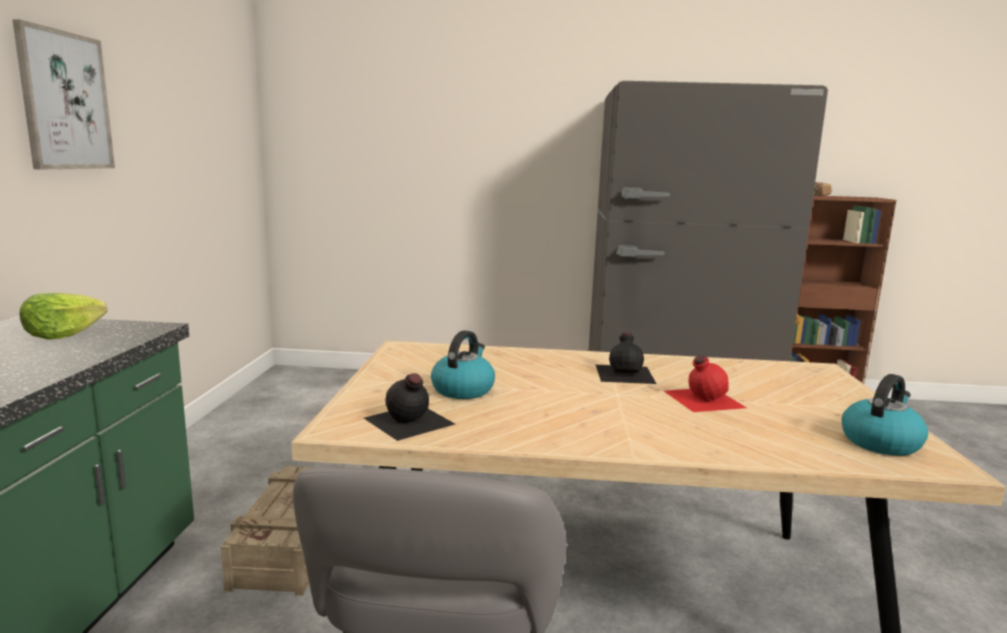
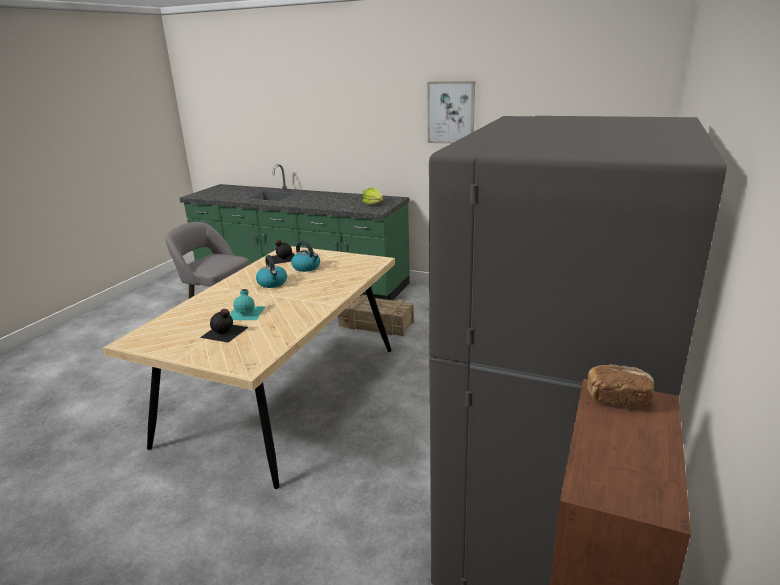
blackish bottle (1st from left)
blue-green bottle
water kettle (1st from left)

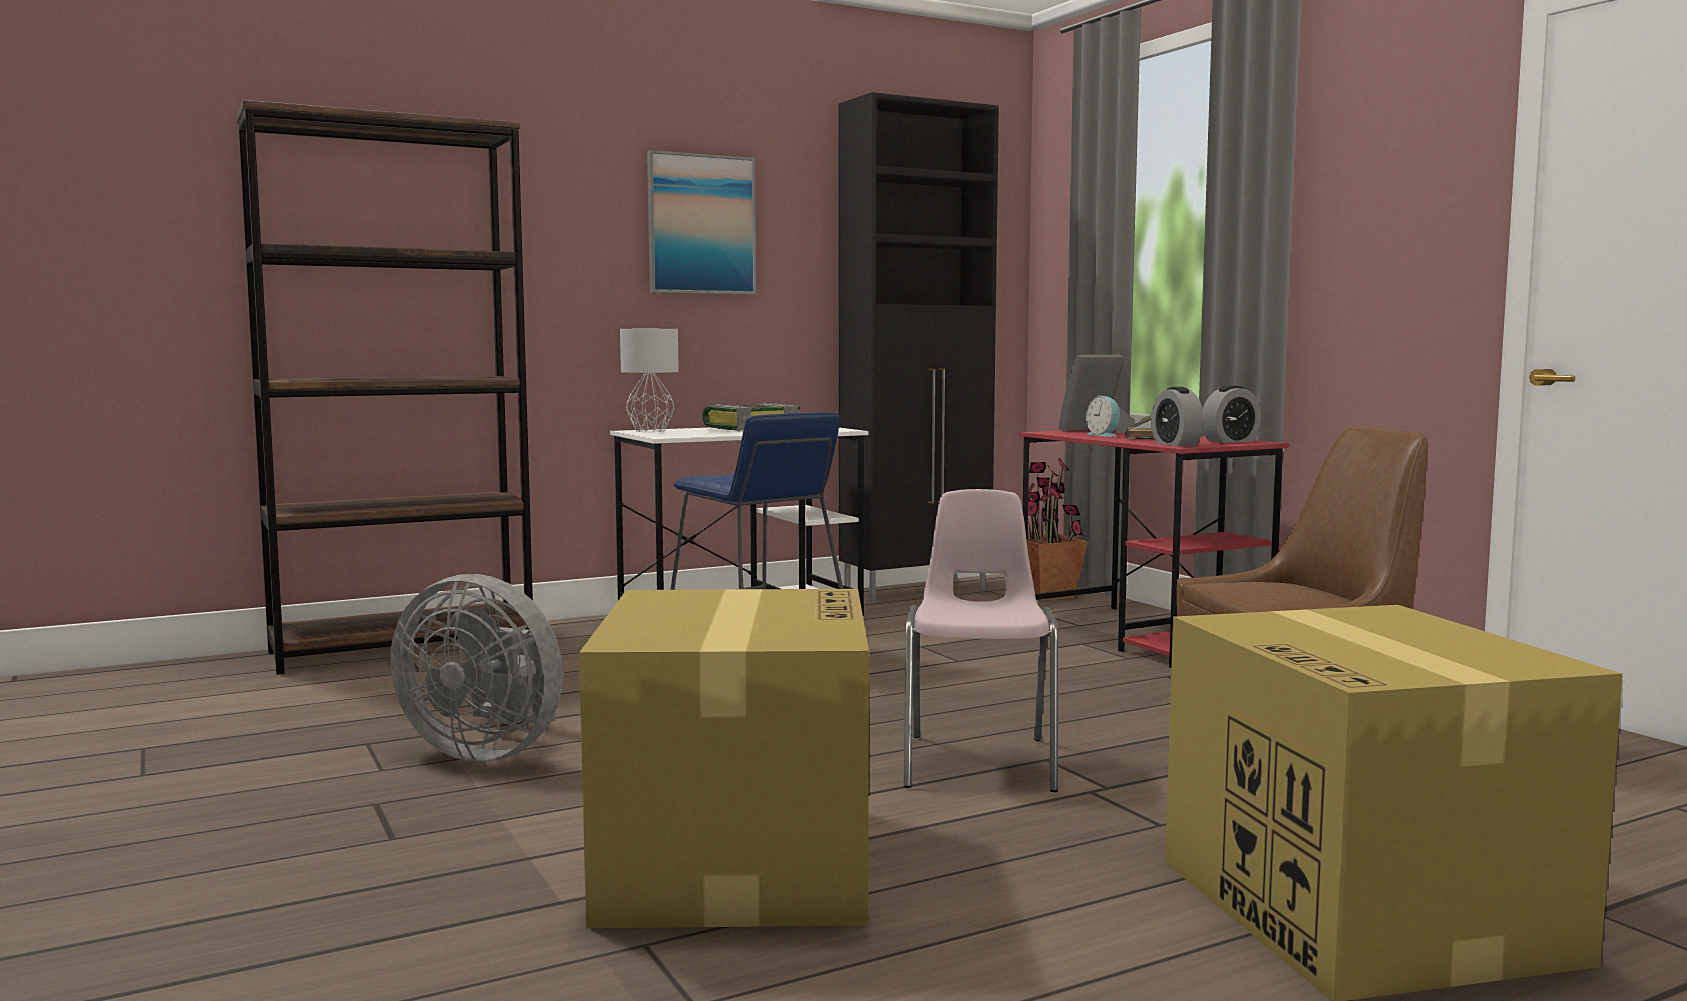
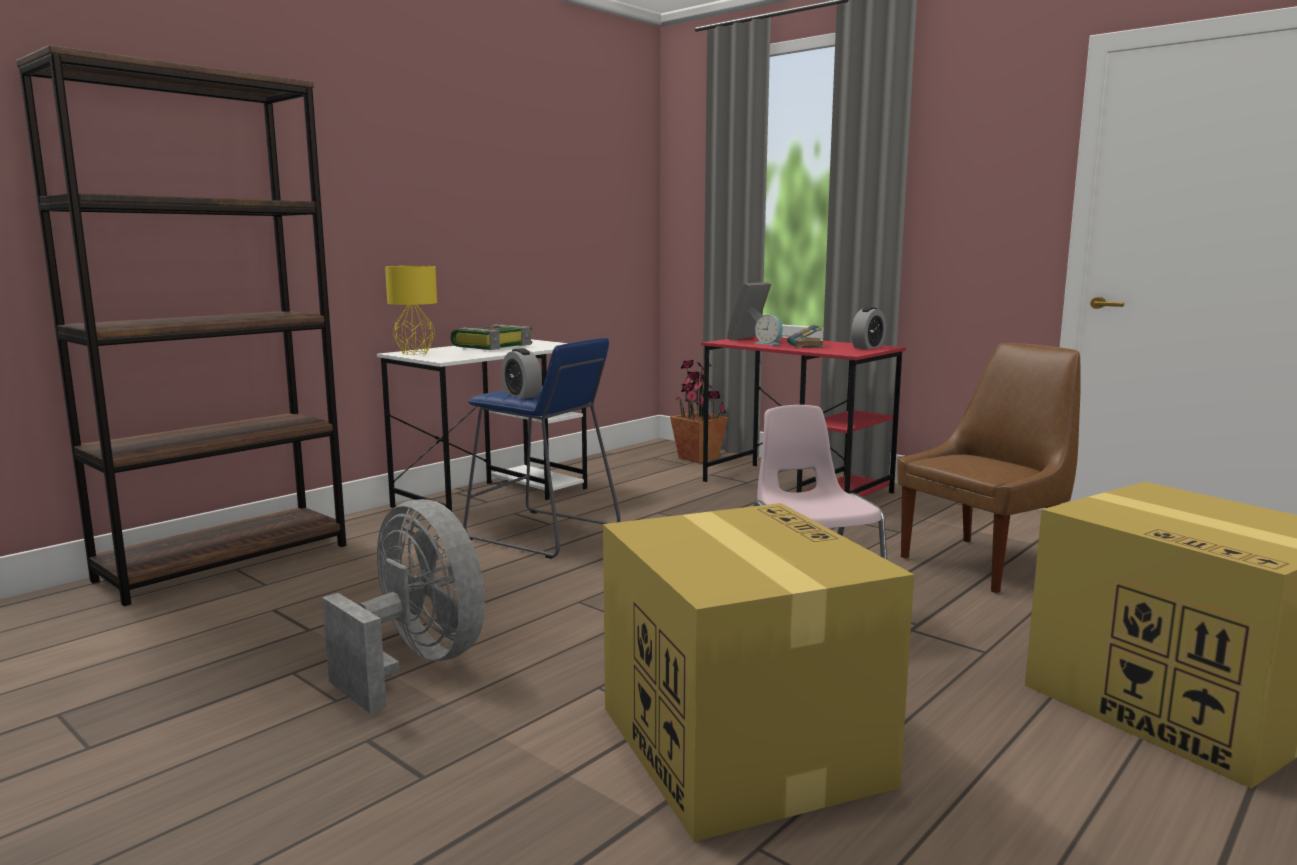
greyish cooling fan
yellow tabletop lamp
picture
blackish cupboard
table clock (1st from left)

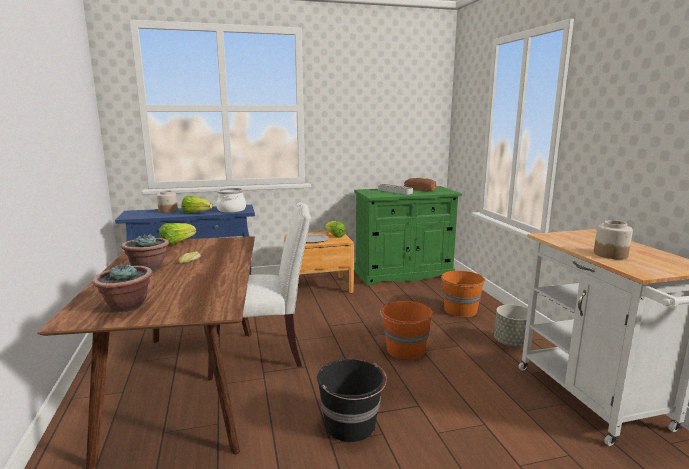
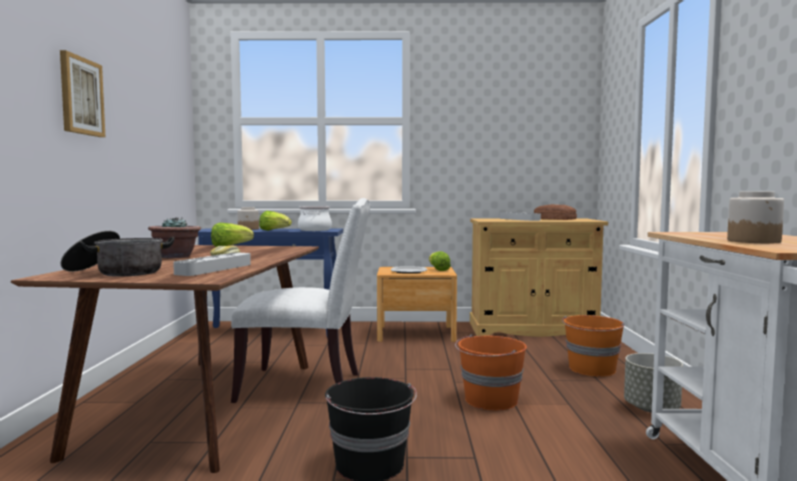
cooking pot (1st from left)
sand-coloured cupboard
picture
greyish carrying tray (1st from left)

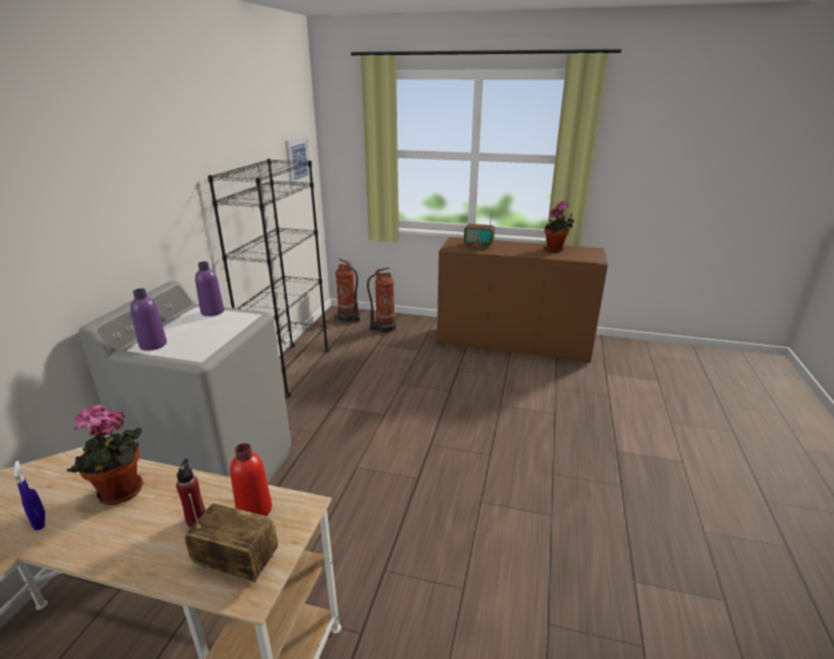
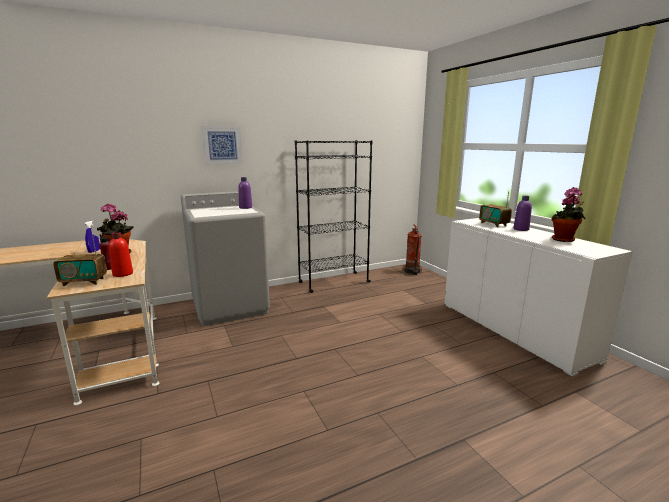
purplish bottle (2nd from left)
radio set (1st from left)
picture
fire-fighting cylinder (2nd from left in the first image)
whitish cupboard

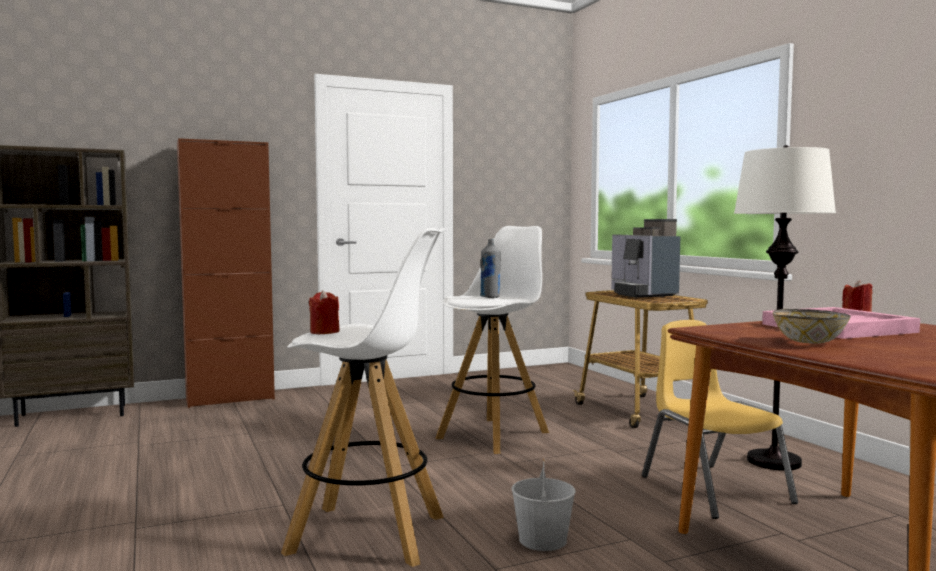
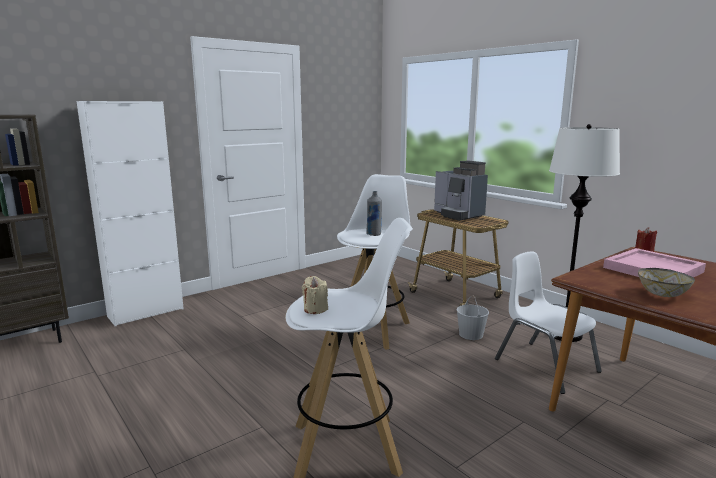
whitish cupboard
sand-coloured wax light
whitish water bucket
whitish upright chair

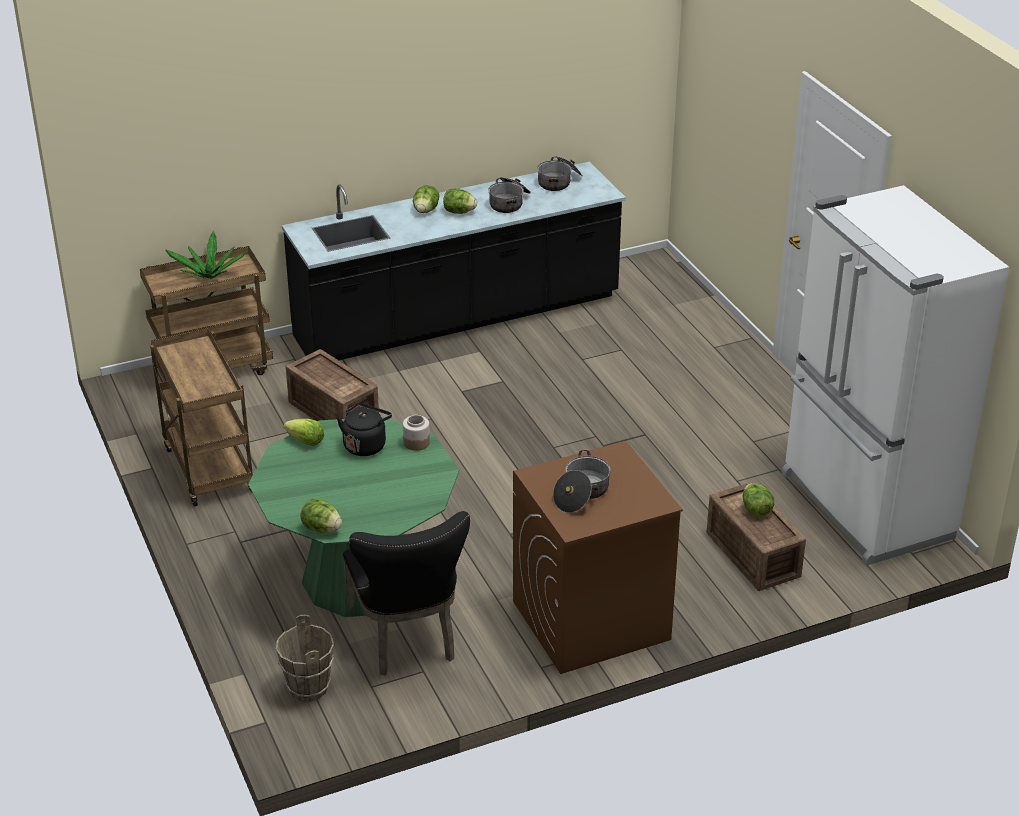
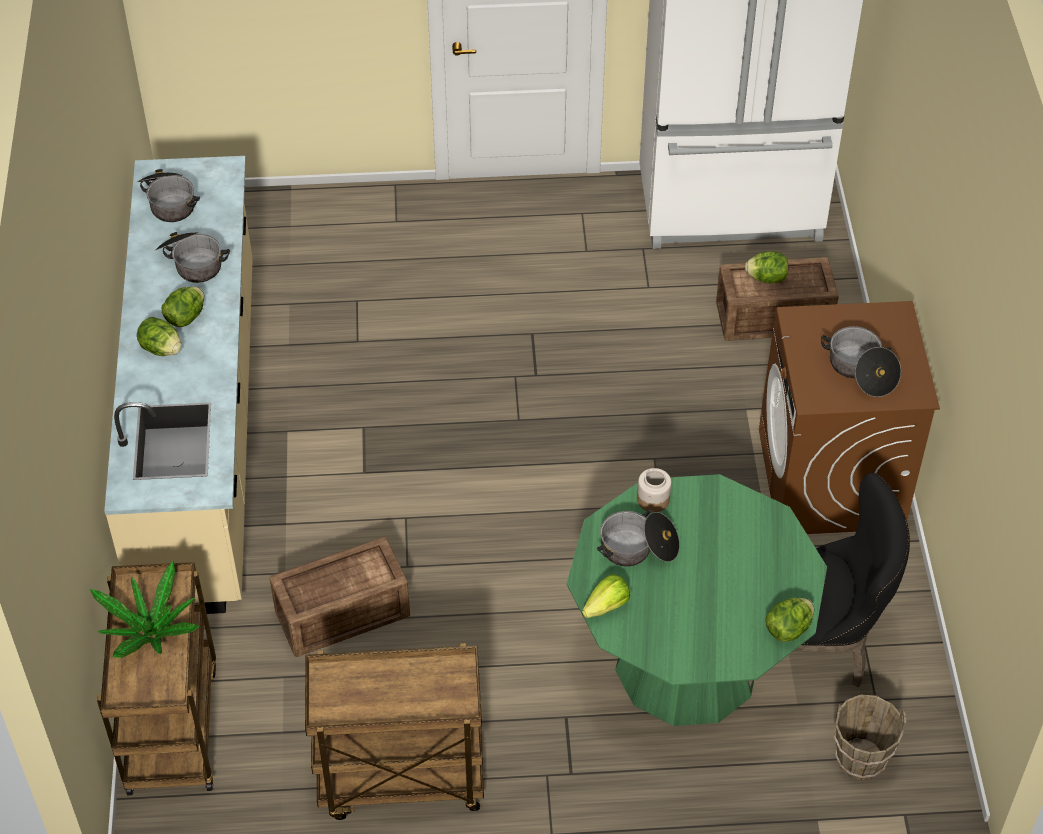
sand-coloured kitchen base unit
cooking pot (3rd from left)

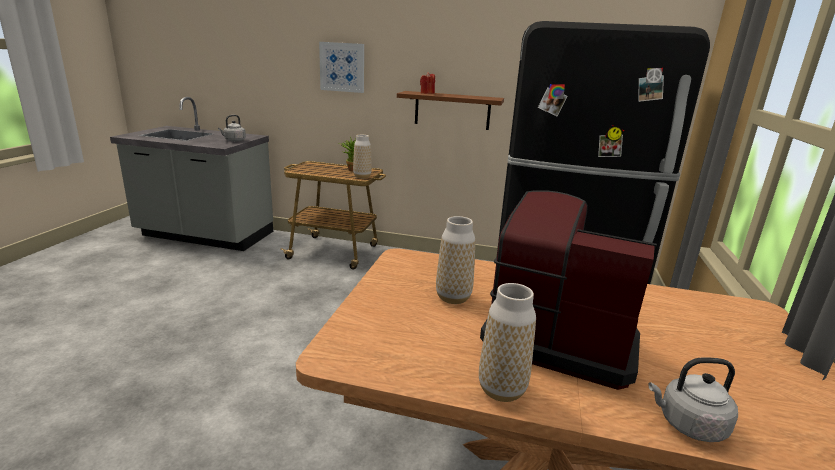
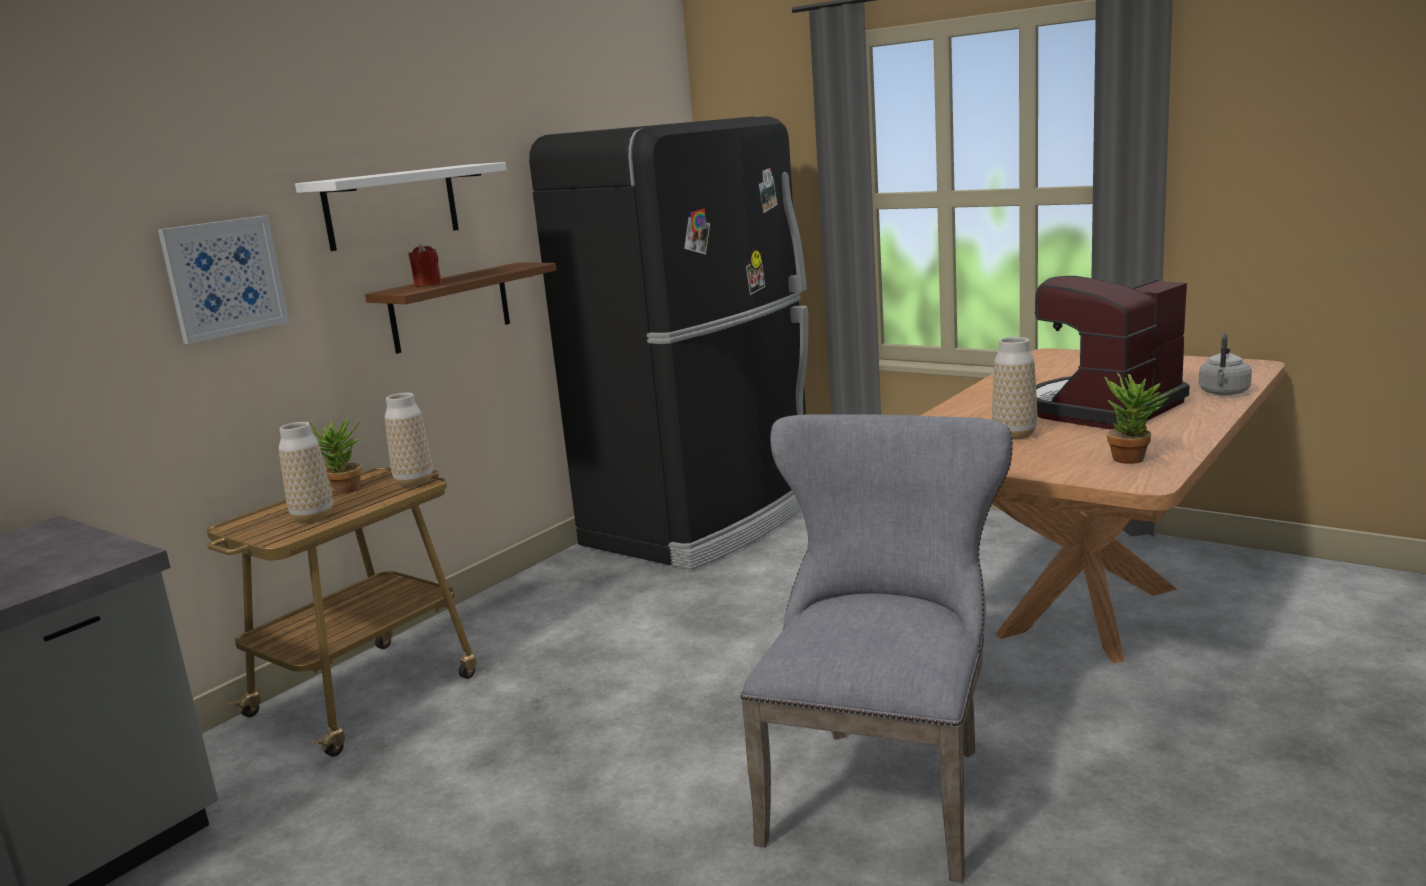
greyish water kettle (1st from left in the first image)
flower vase (1st from left)
whitish wall shelf
greyish upright chair
houseplant (2nd from left)

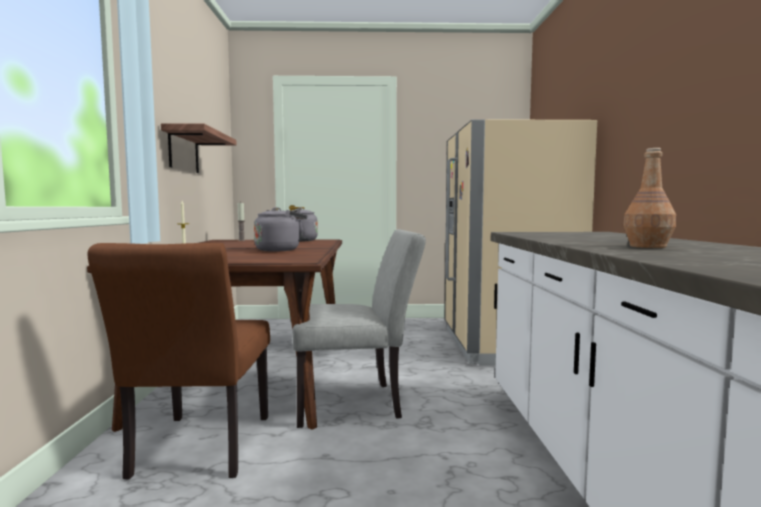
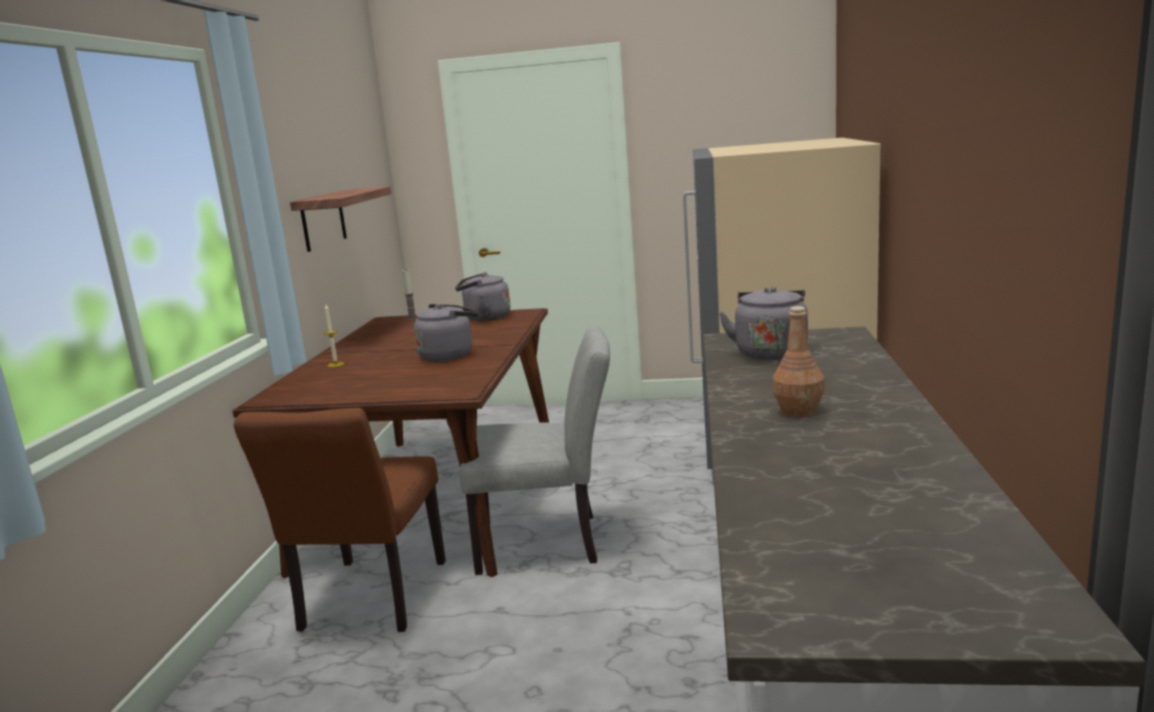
greyish water kettle (3rd from left)

